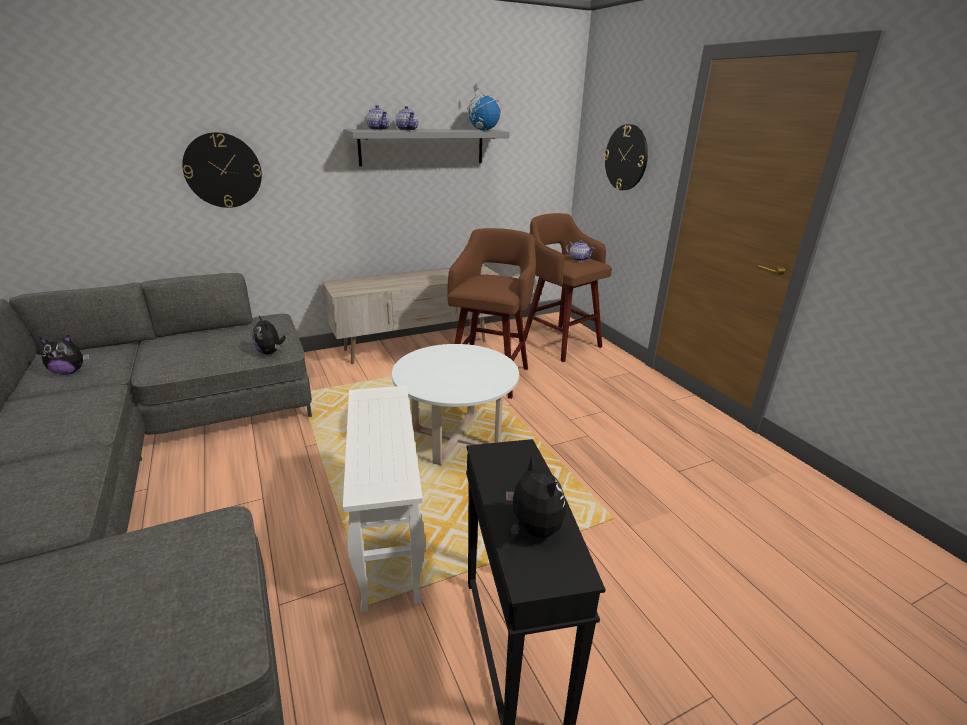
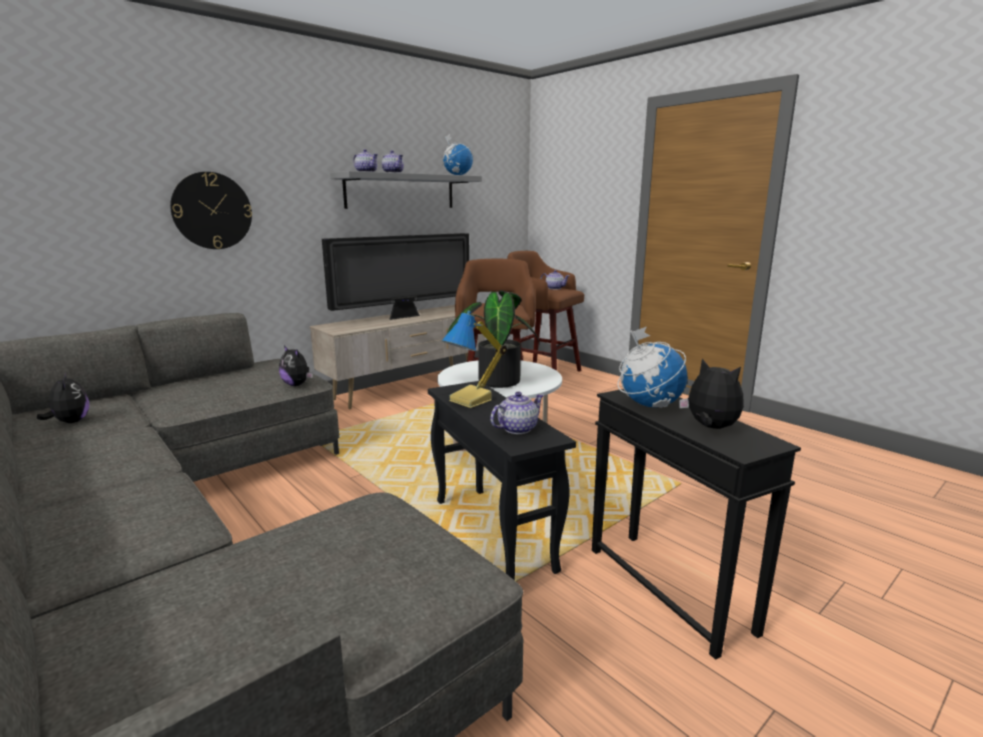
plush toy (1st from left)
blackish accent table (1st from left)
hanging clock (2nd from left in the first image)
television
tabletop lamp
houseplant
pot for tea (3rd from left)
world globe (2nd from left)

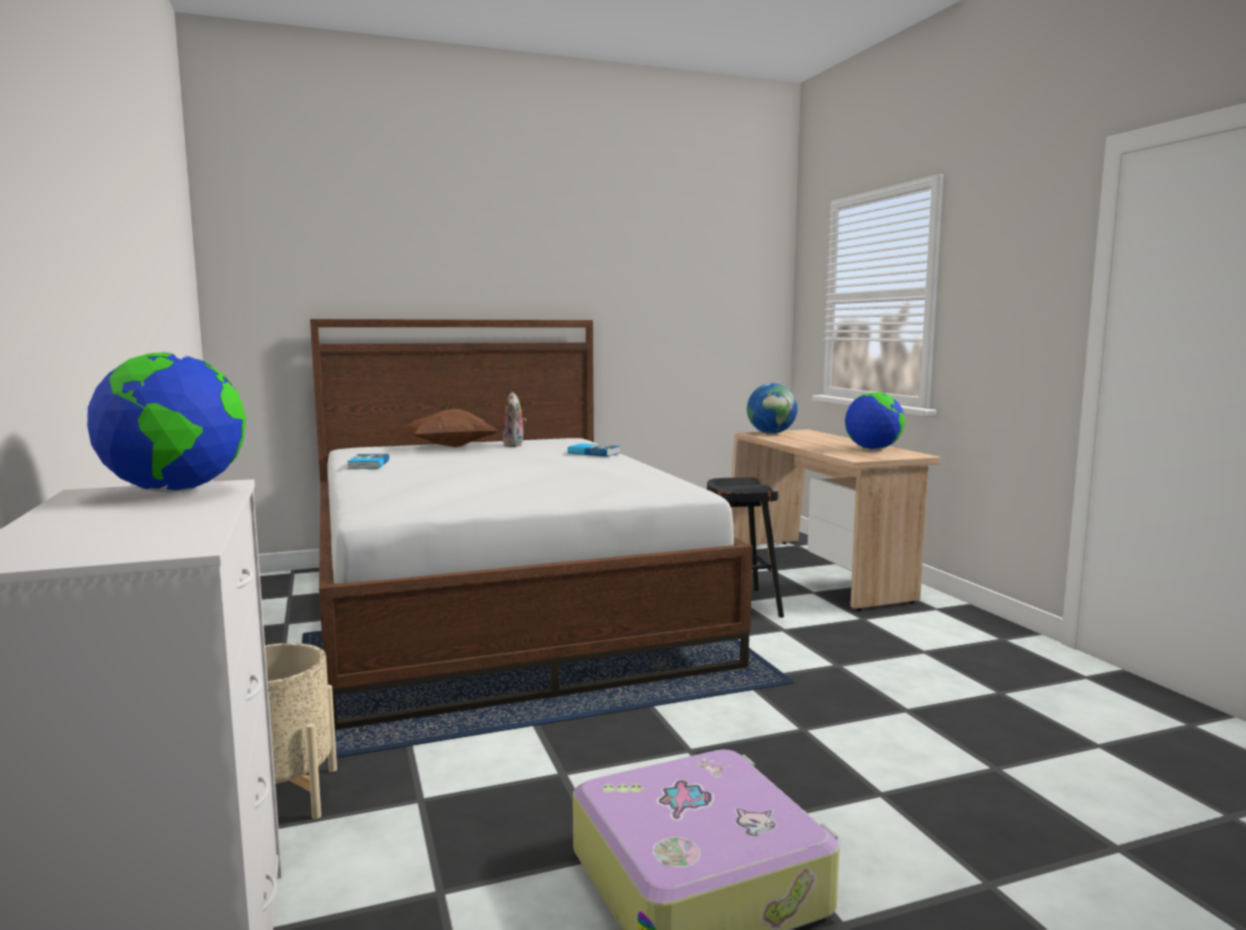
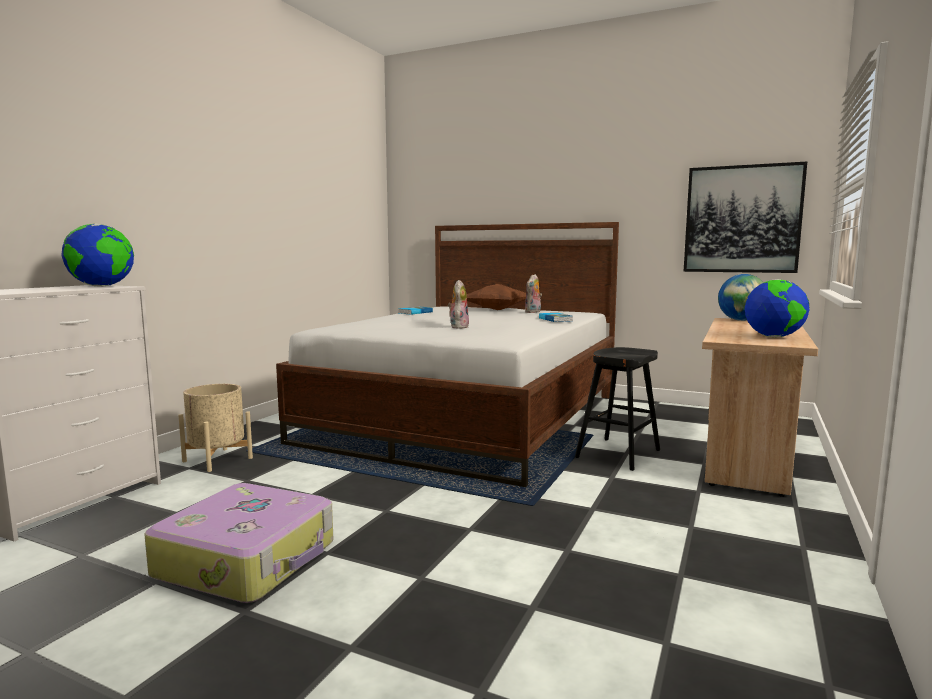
plush toy (1st from left)
picture

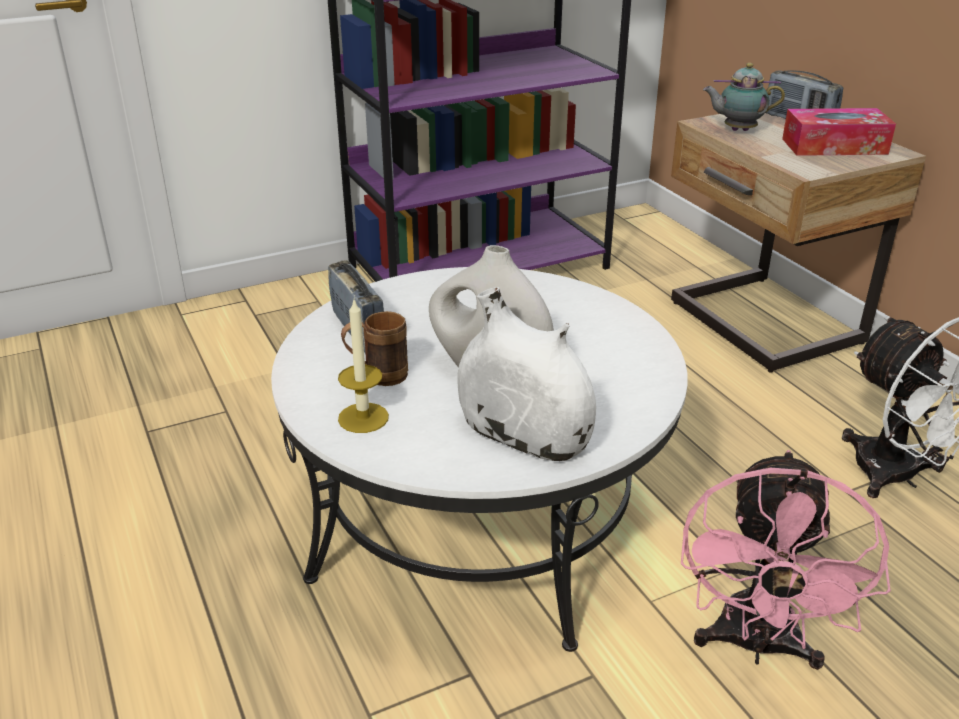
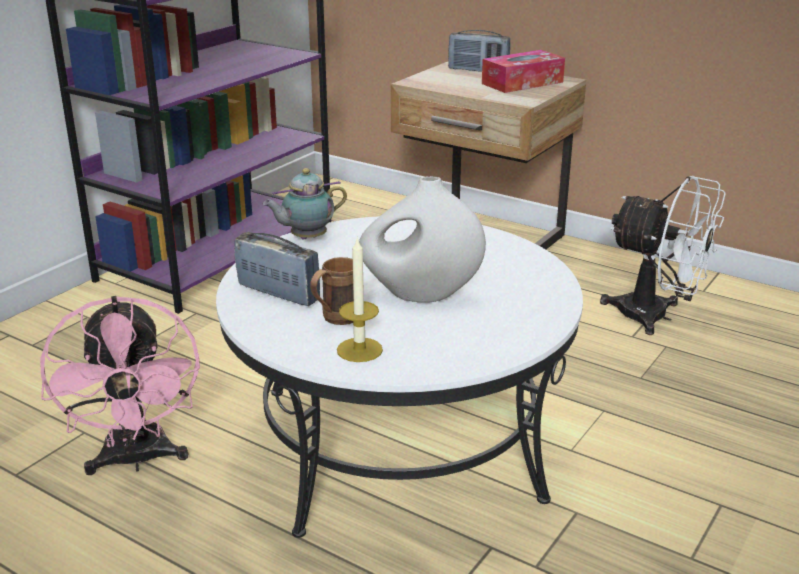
whitish flower vase (2nd from left in the first image)
pink-coloured cooling fan
pot for tea

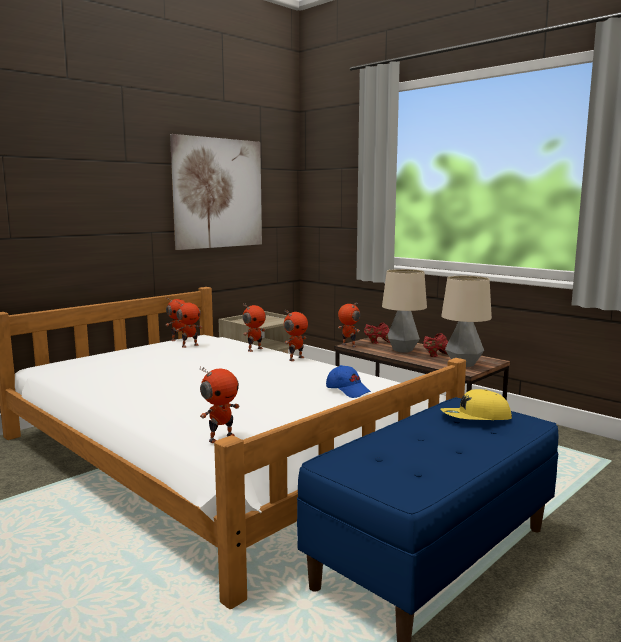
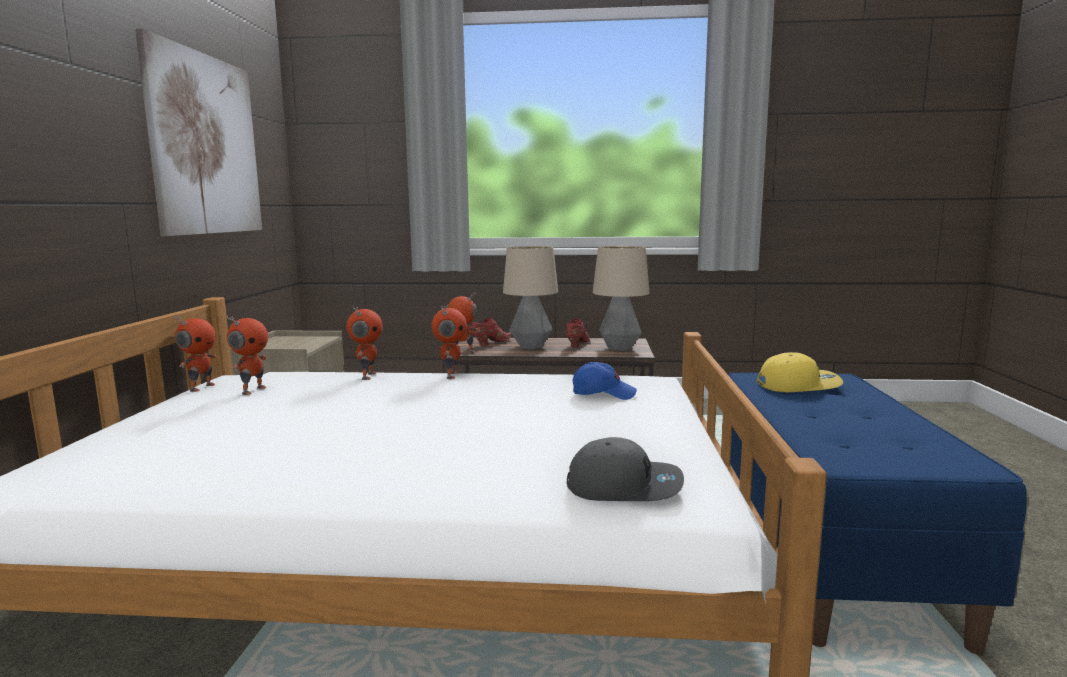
greyish cap
yellow cap

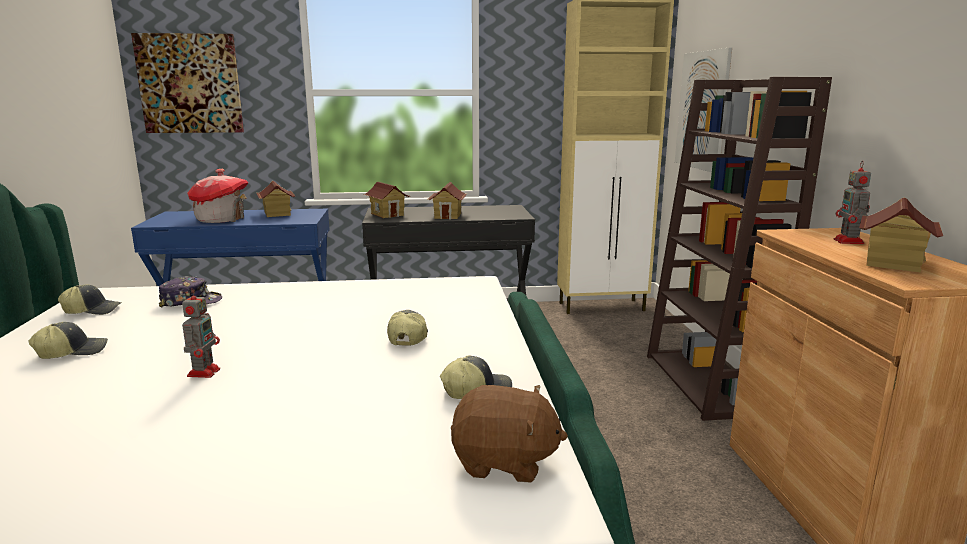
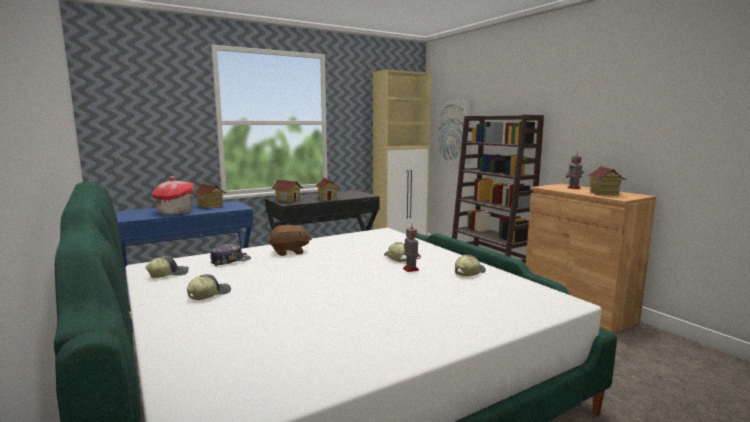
picture (1st from left in the first image)
toy robot (1st from left)
brown-coloured plush toy

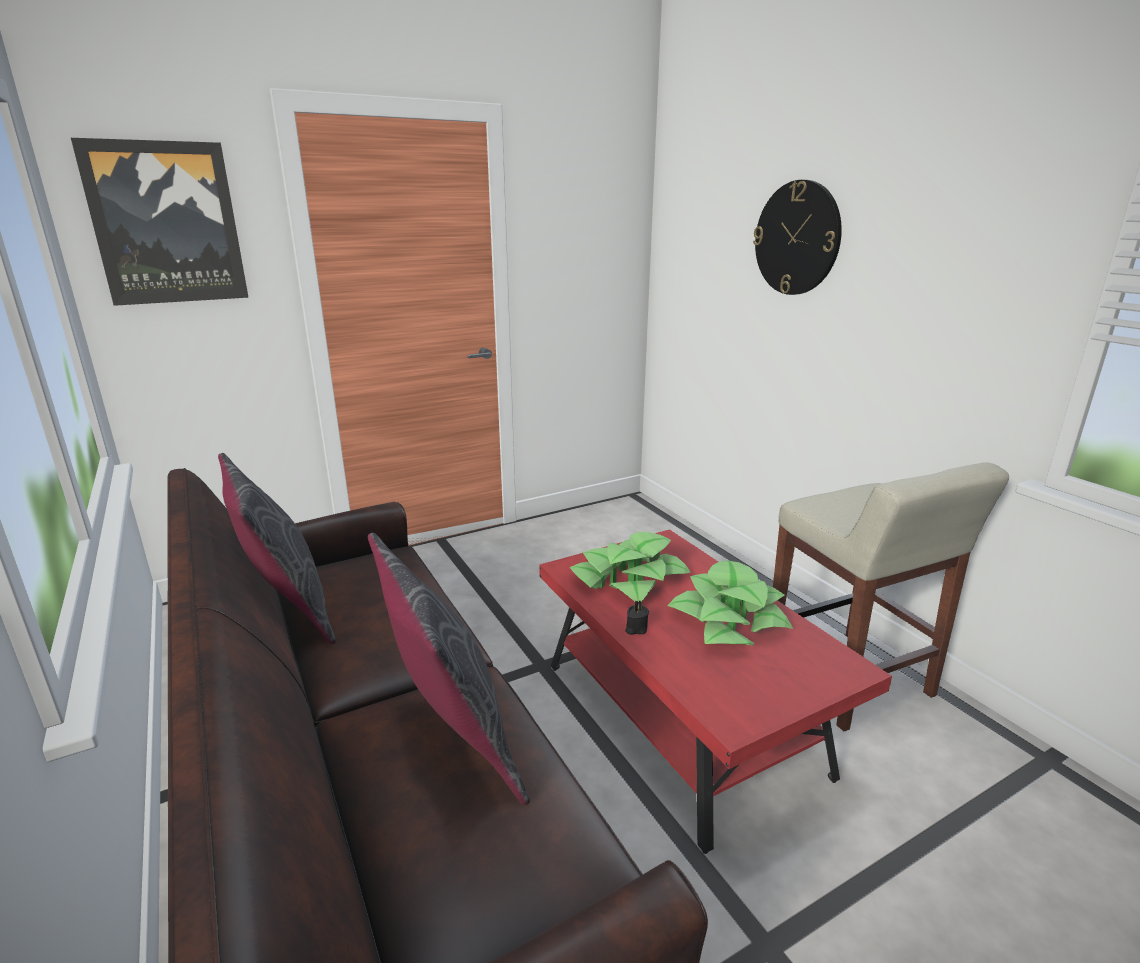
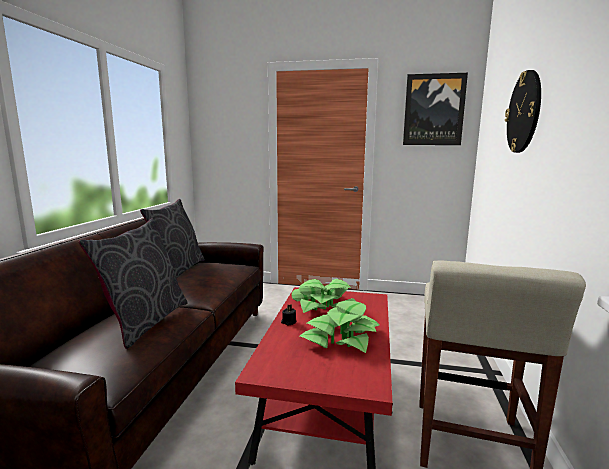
picture

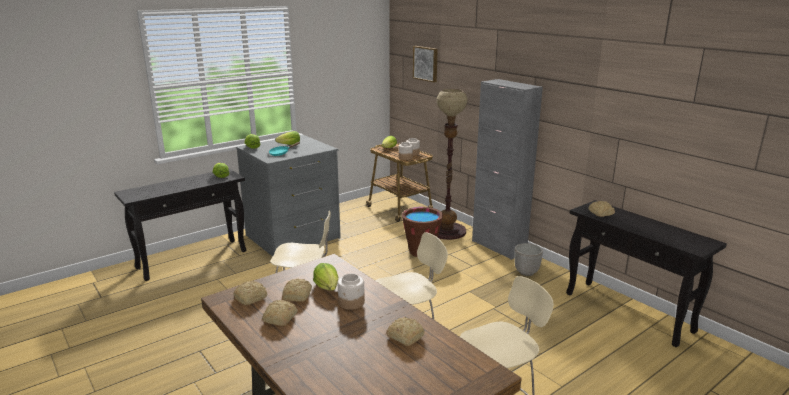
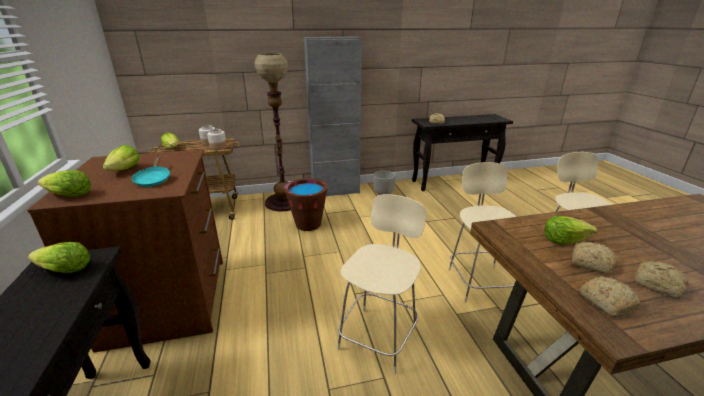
brown-coloured chest of drawers
jar (1st from left in the first image)
baked bread (4th from left in the first image)
picture

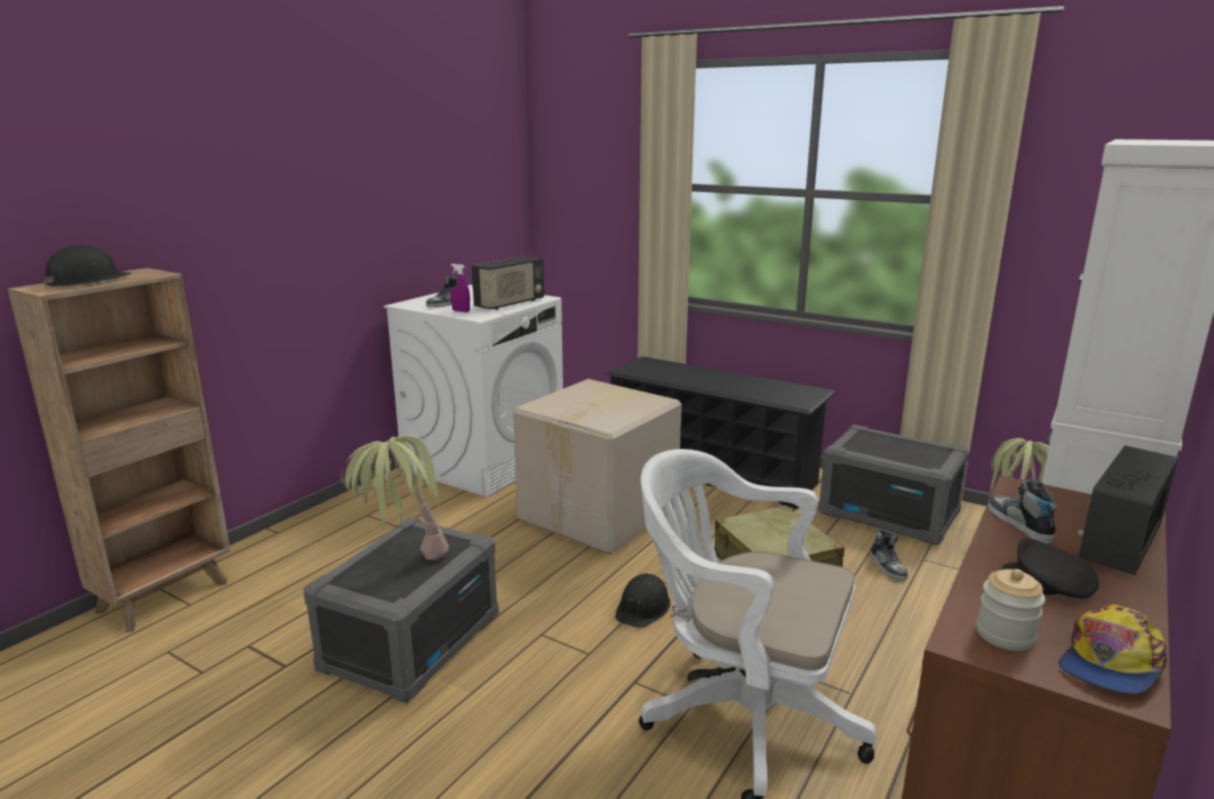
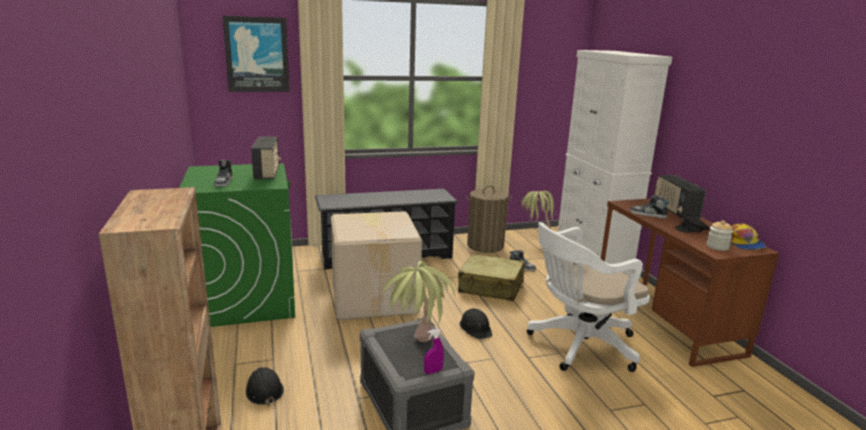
blackish hard hat (1st from left)
greenish laundry machine
purplish sprayer
hamper
picture

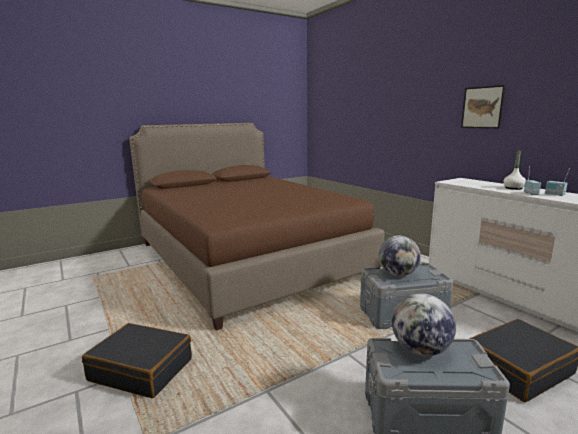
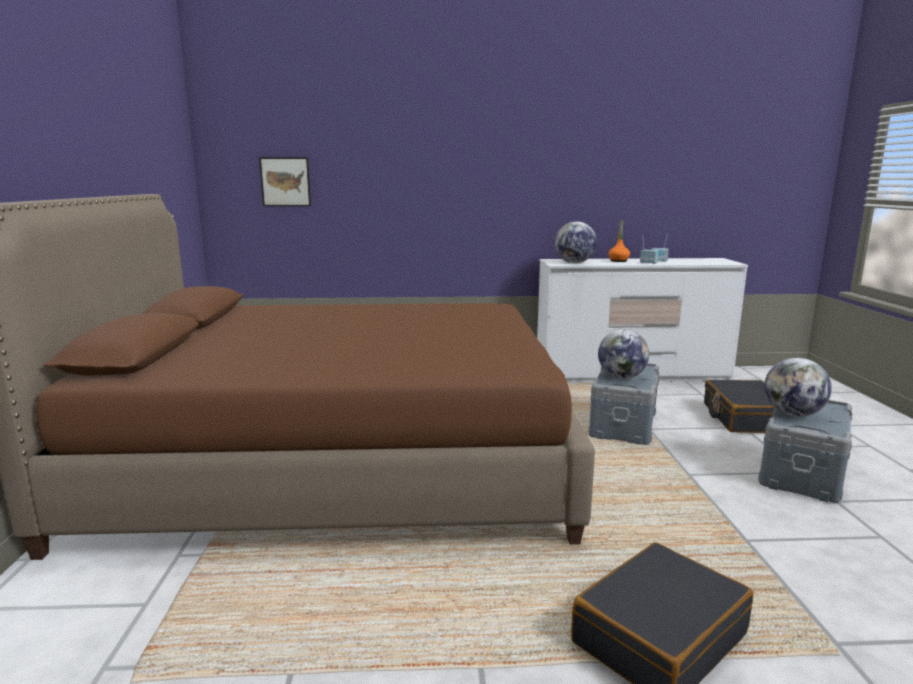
picture
orange bottle
world globe (1st from left)

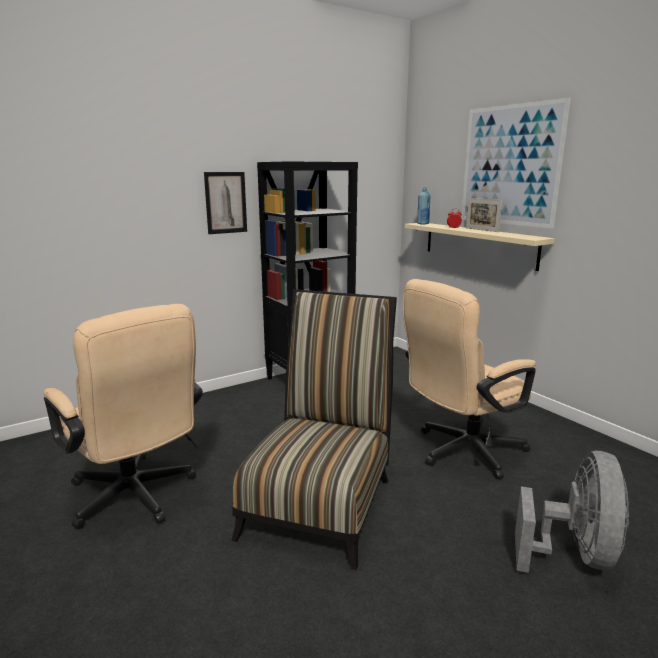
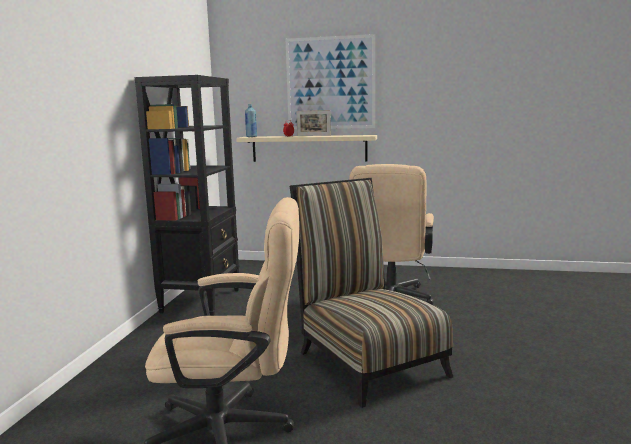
picture (1st from left in the first image)
greyish cooling fan

